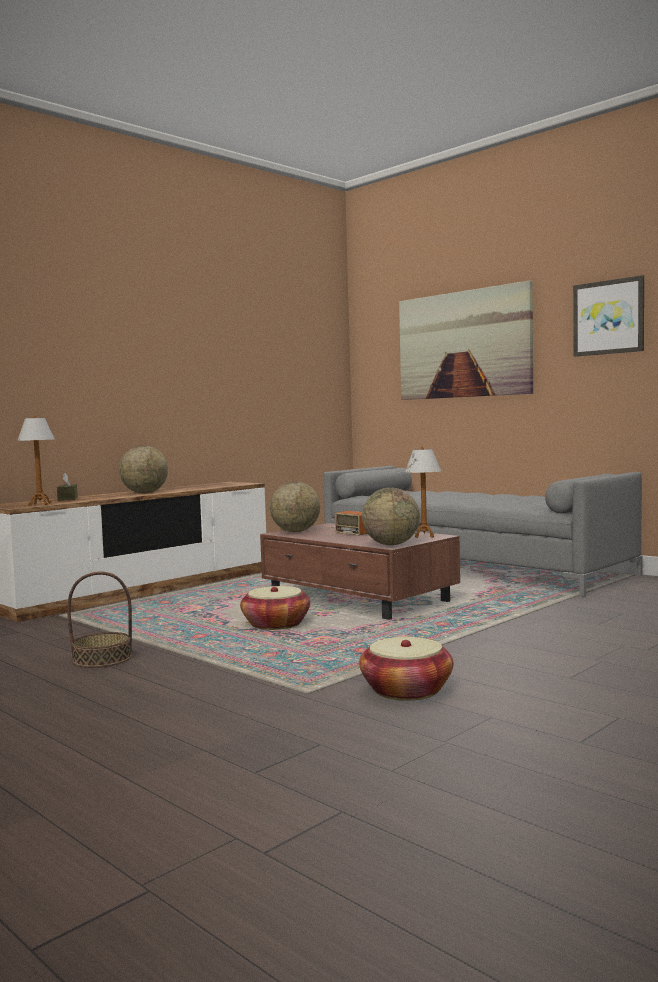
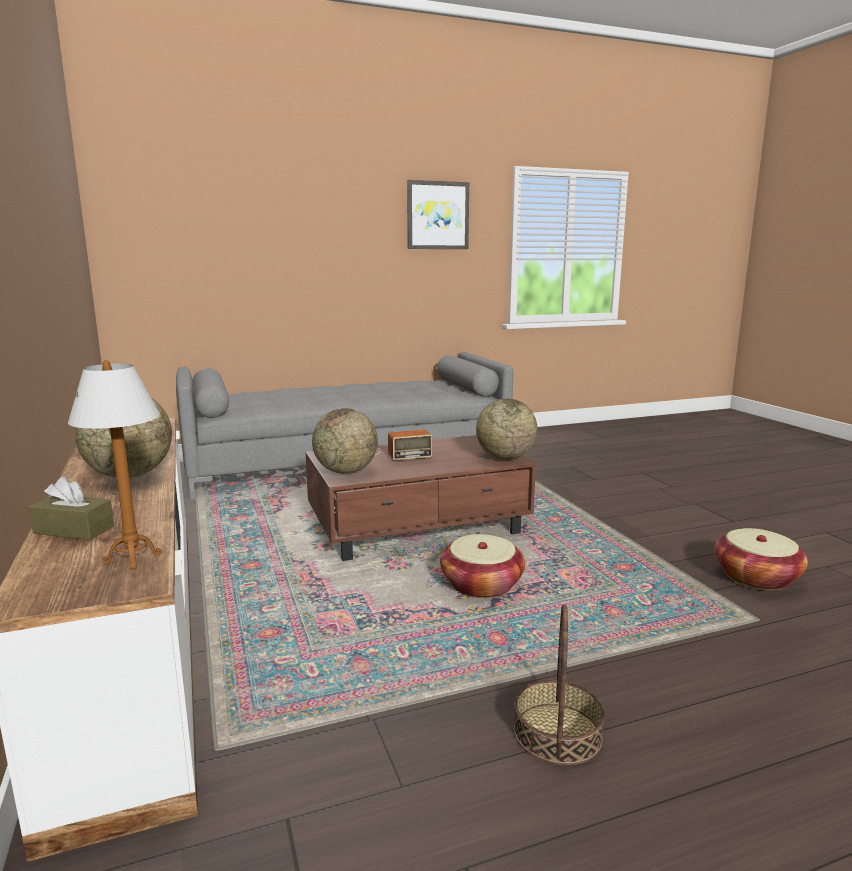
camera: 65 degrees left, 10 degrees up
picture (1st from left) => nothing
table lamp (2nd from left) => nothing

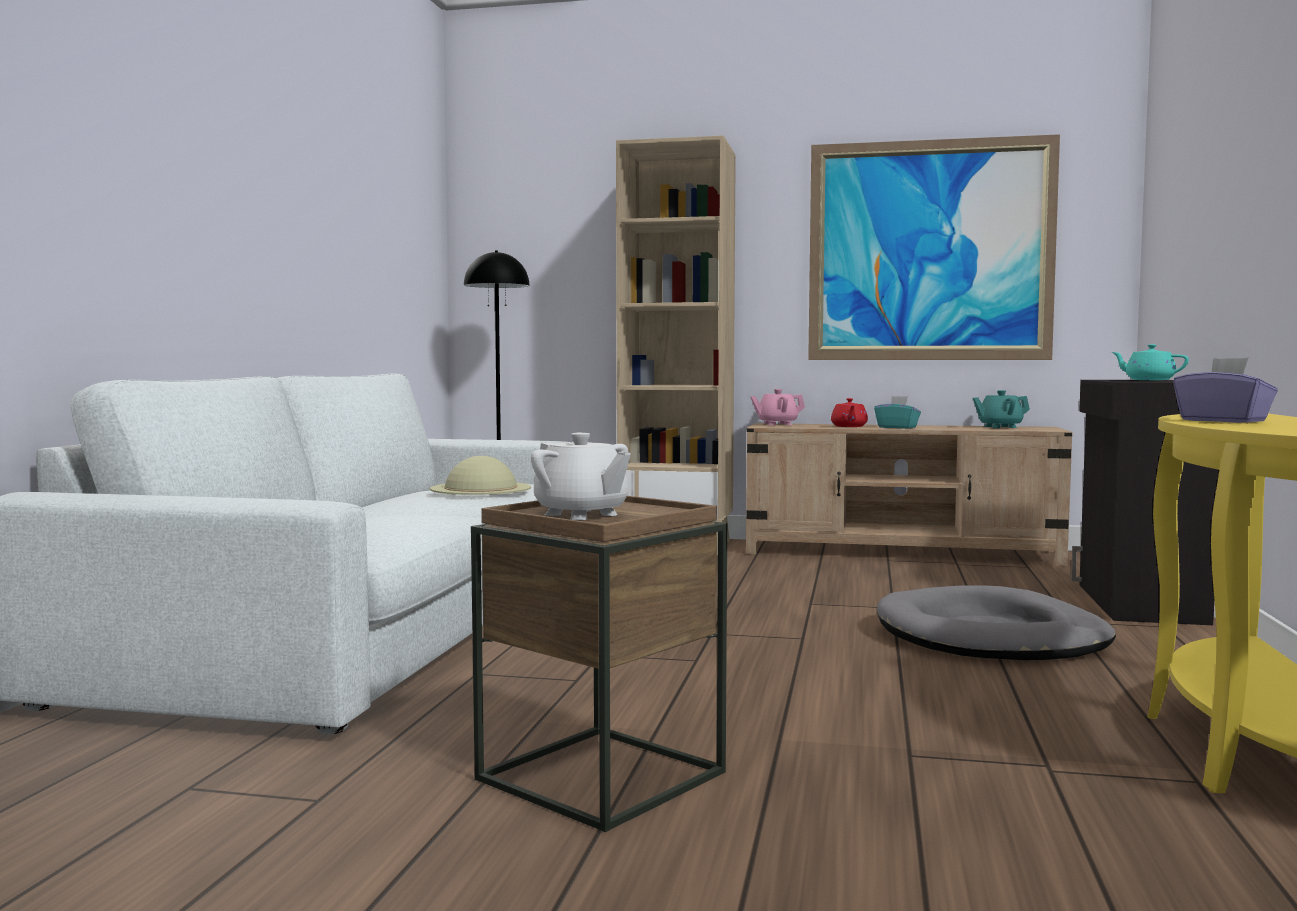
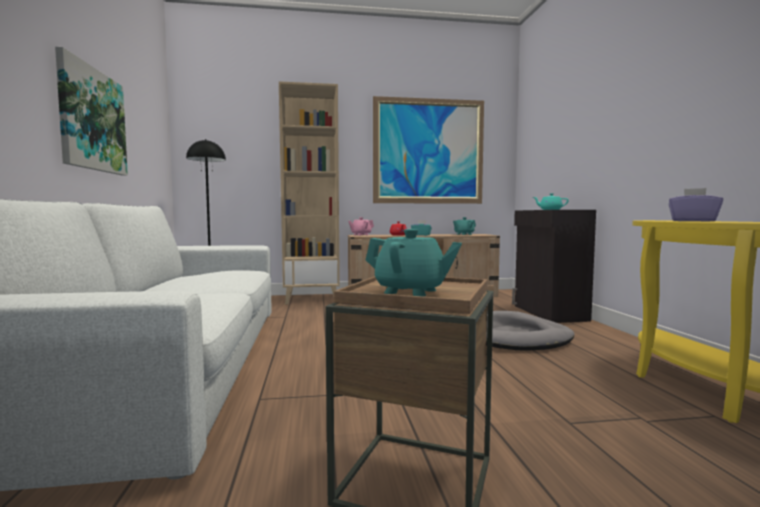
camera: 20 degrees left, 0 degrees up
hat in beige => nothing
teapot in white => teapot in turquoise (1st from left)
nothing => picture (1st from left)

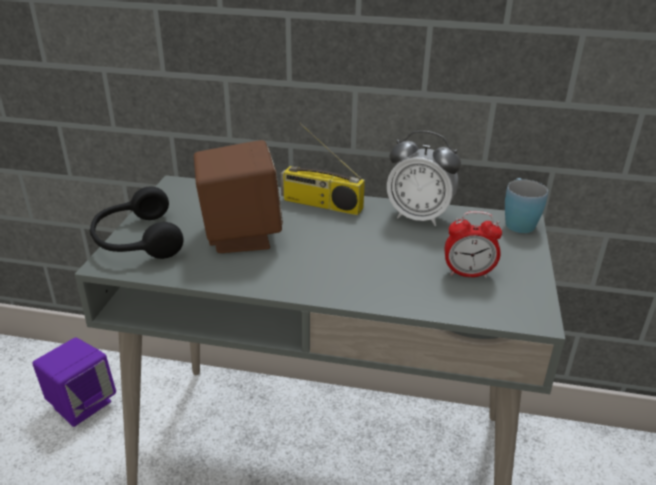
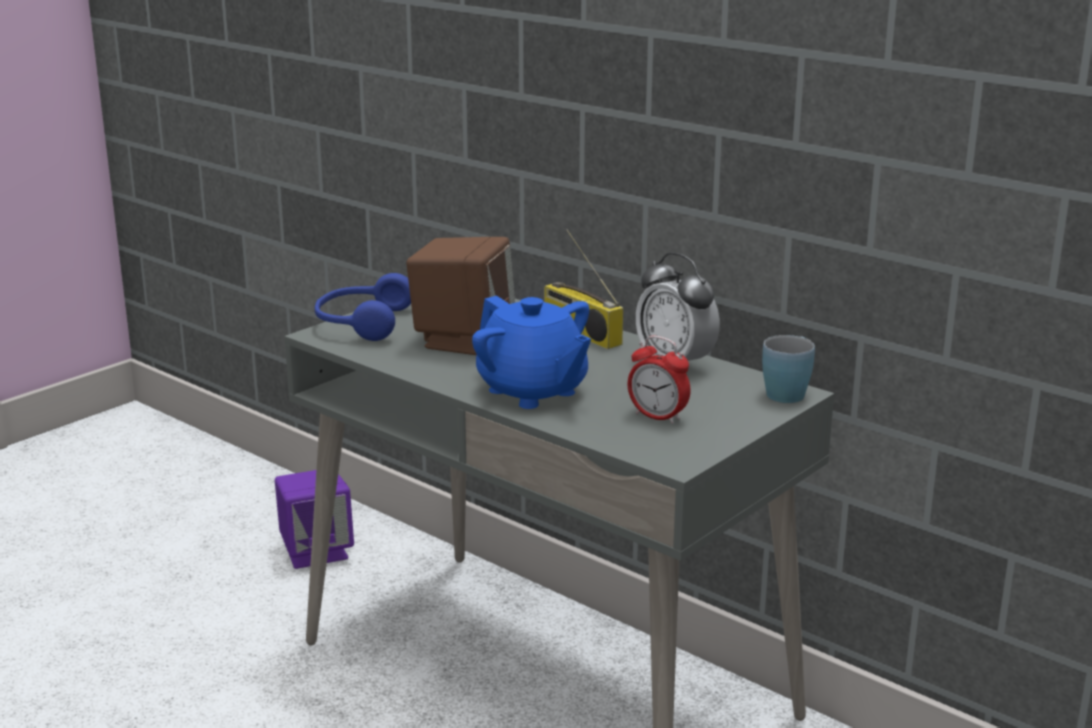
camera: 30 degrees right, 10 degrees down
headphones in black => headphones in blue
nothing => teapot in blue

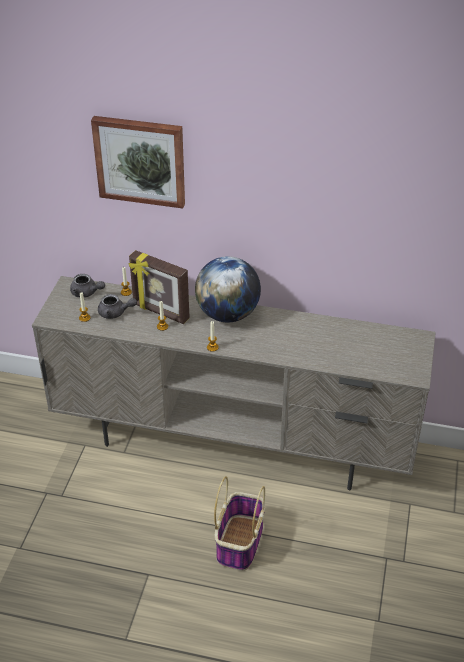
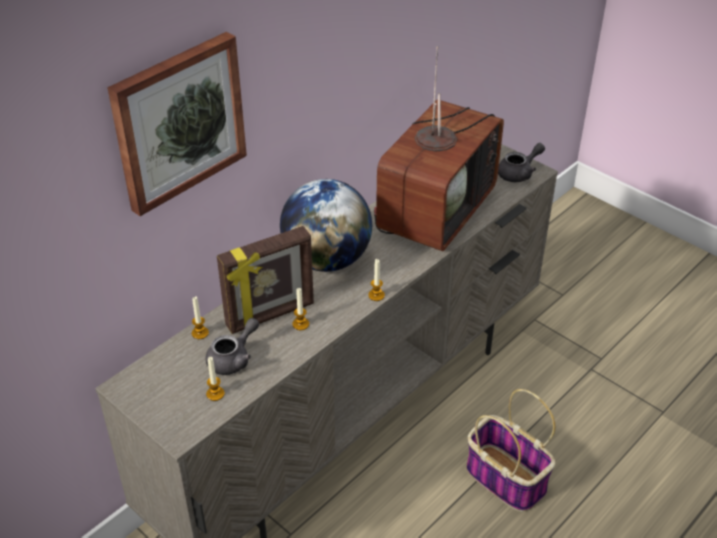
camera: 60 degrees left, 0 degrees up
teapot in grey (1st from left in the first image) => teapot in grey (2nd from left), move
nothing => television

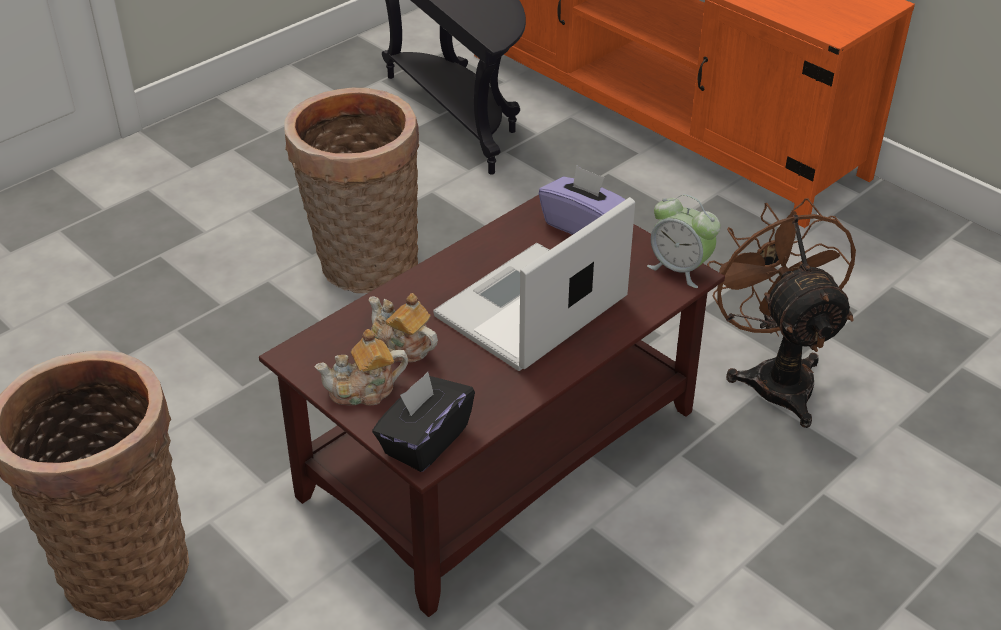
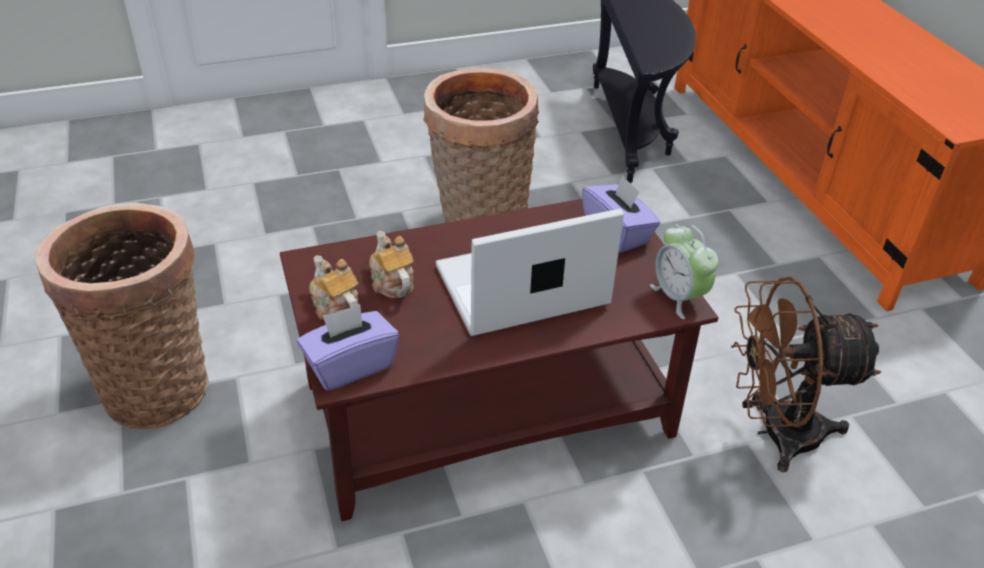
camera: 25 degrees right, 0 degrees up
teapot (1st from left), 45 degrees clockwise
tissue box in black => tissue box in purple (1st from left)
fan in brown, 105 degrees counterclockwise

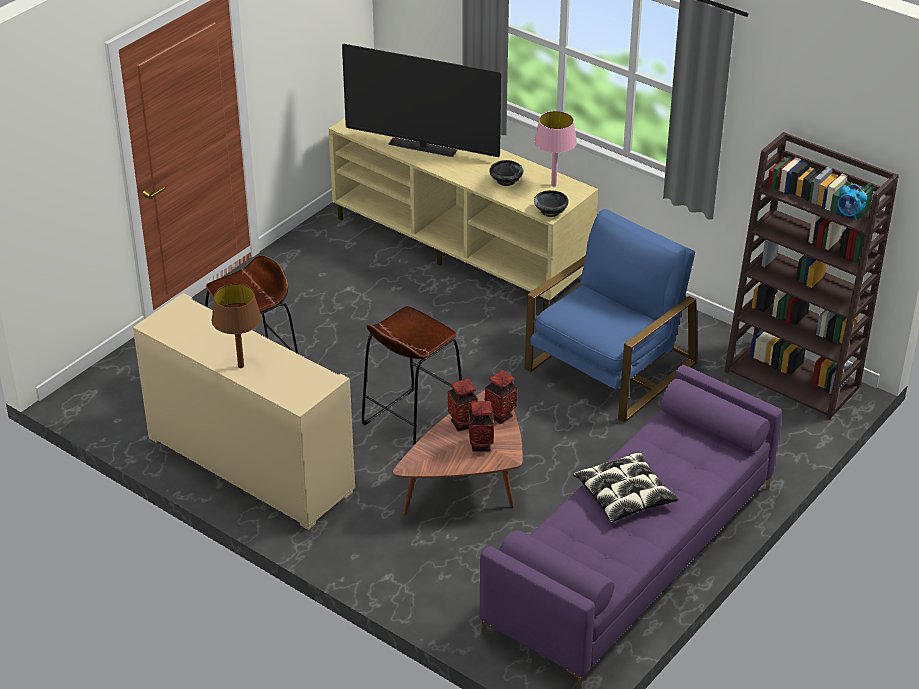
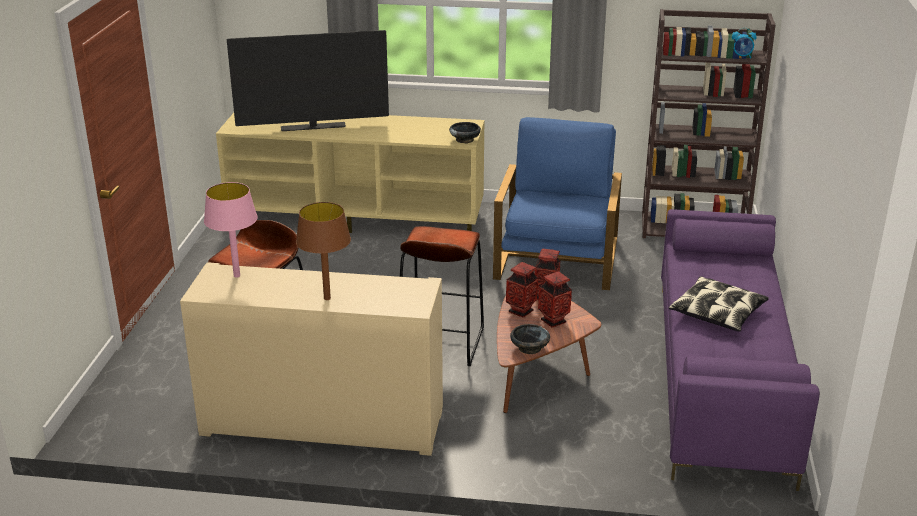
camera: 30 degrees left, 10 degrees down
bowl in black (1st from left in the first image) => bowl in black (2nd from left), move
table lamp in pink, move

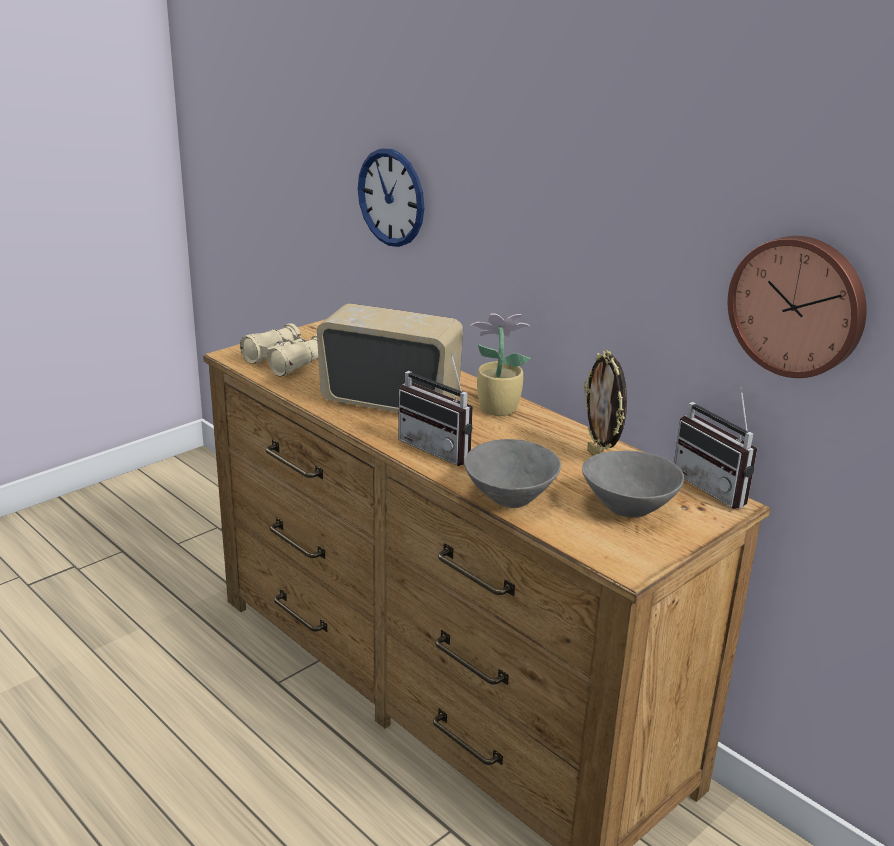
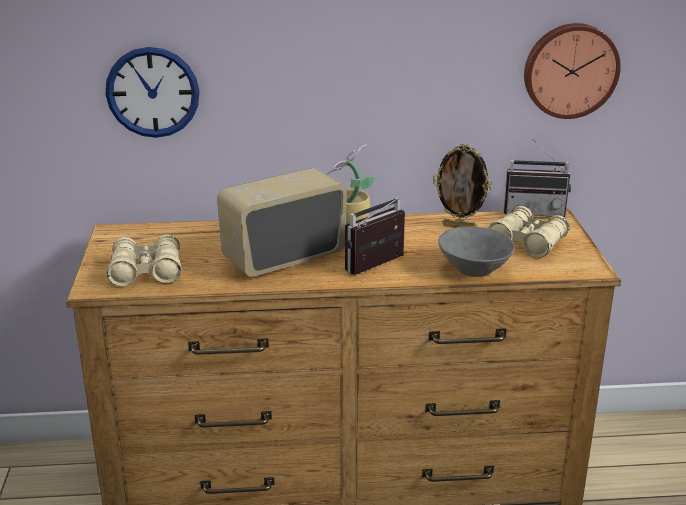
camera: 50 degrees left, 0 degrees up
radio (2nd from left), 150 degrees clockwise
bowl in grey (2nd from left) => binoculars in beige (2nd from left)

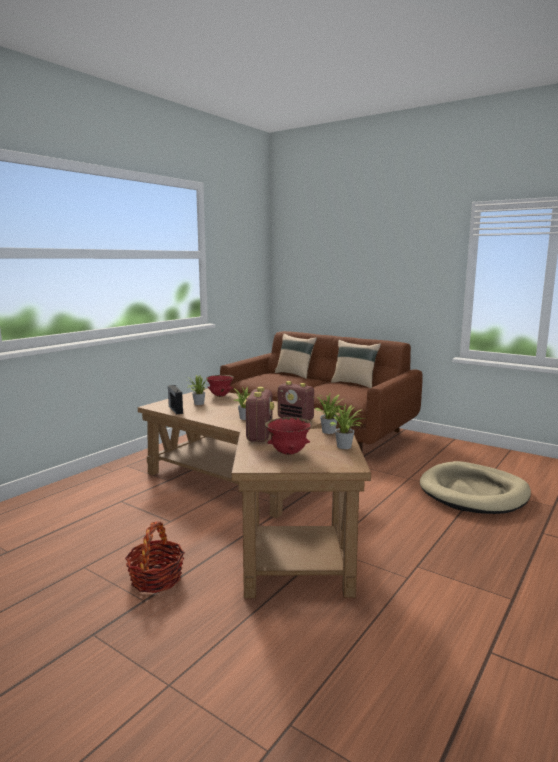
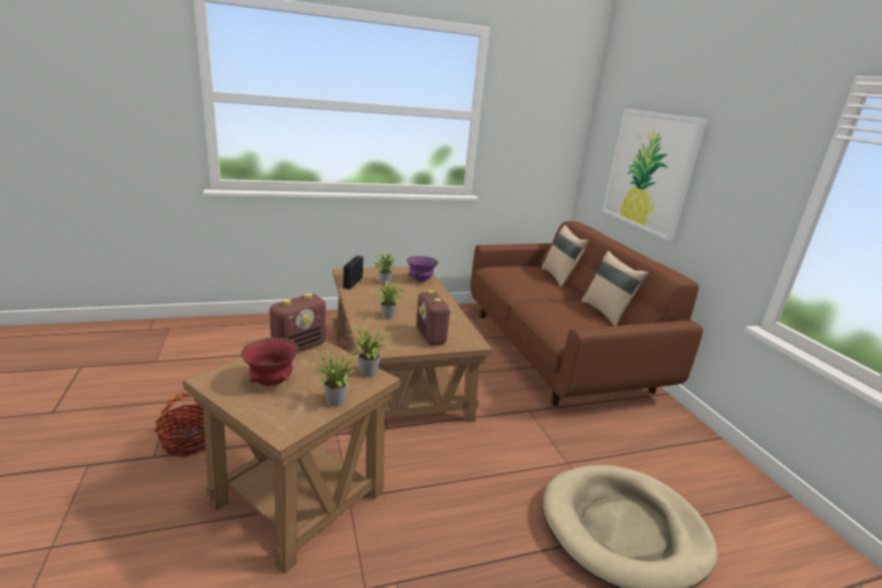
camera: 35 degrees right, 10 degrees up
bowl in red (1st from left) => bowl in purple
nothing => picture

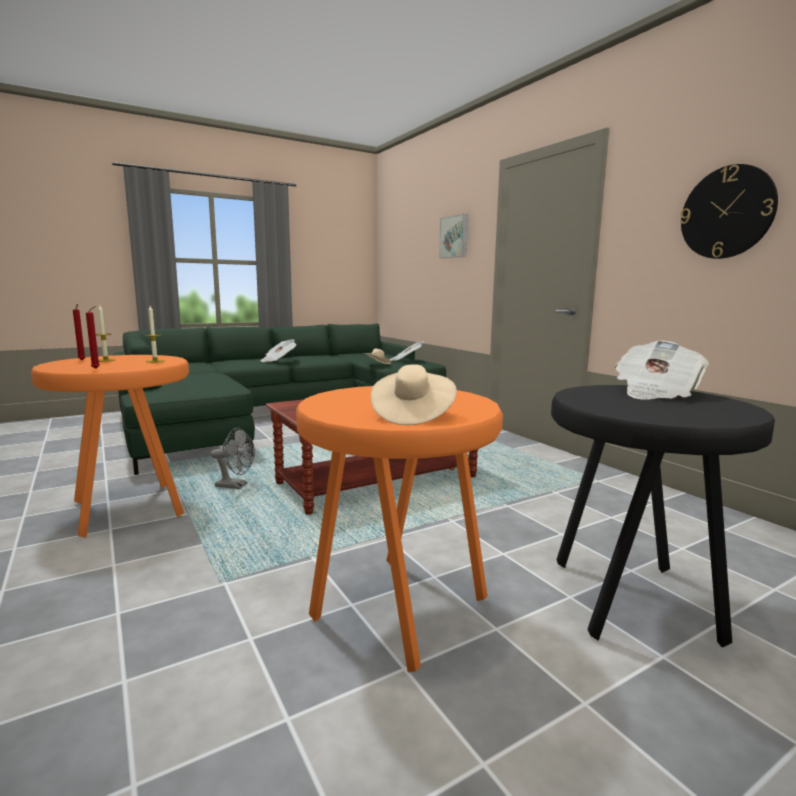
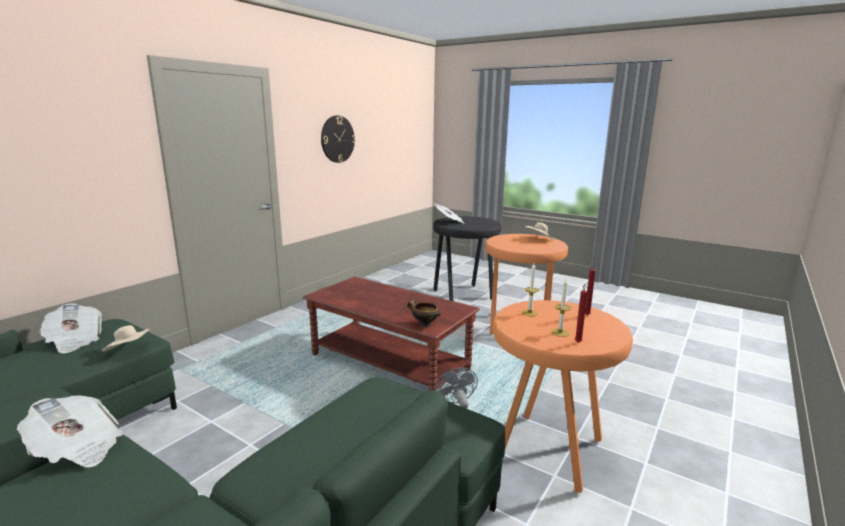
camera: 115 degrees left, 5 degrees up
picture => nothing
nothing => bowl

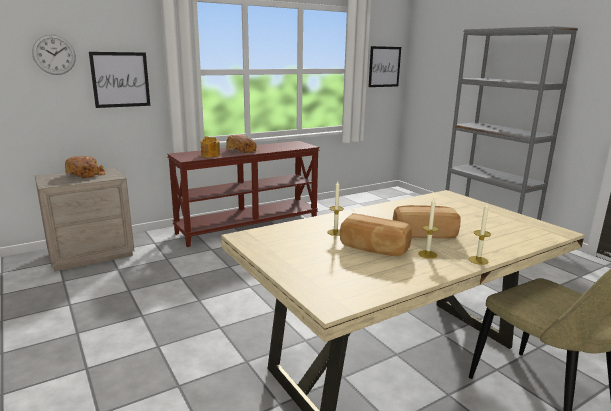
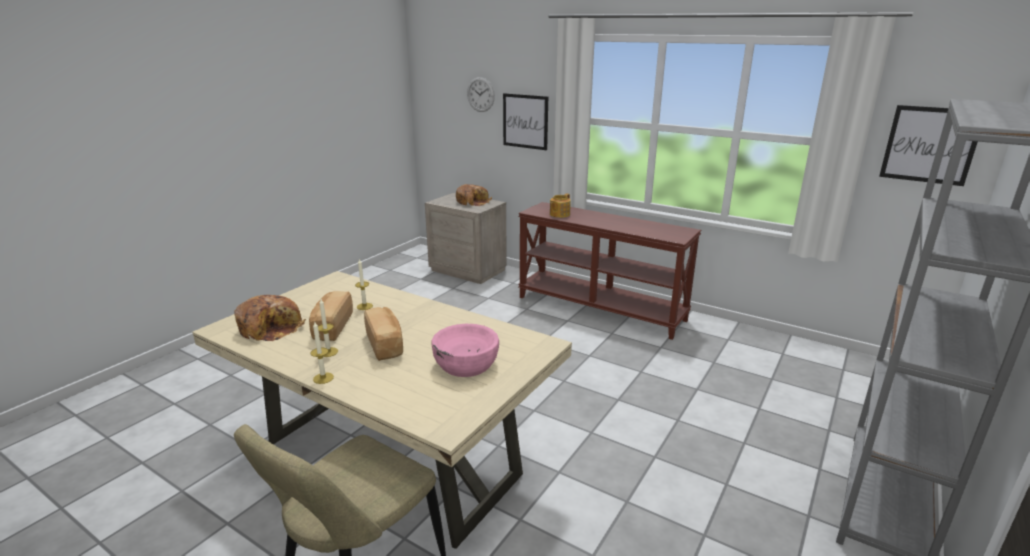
camera: 65 degrees right, 5 degrees up
bread (2nd from left in the first image) => bread (1st from left), move
nothing => bowl in pink

